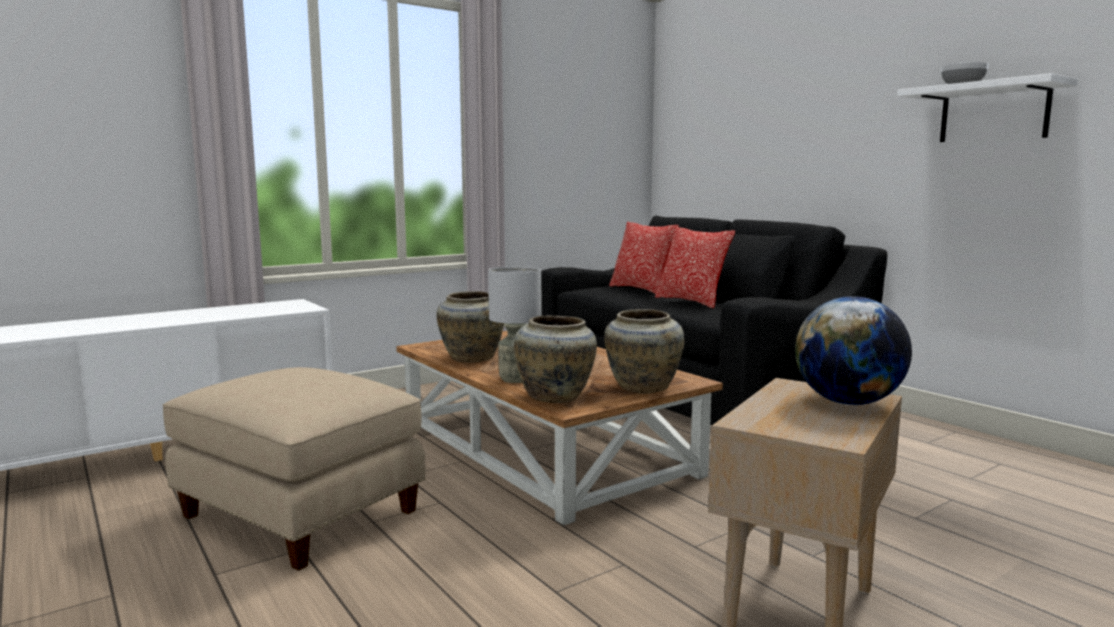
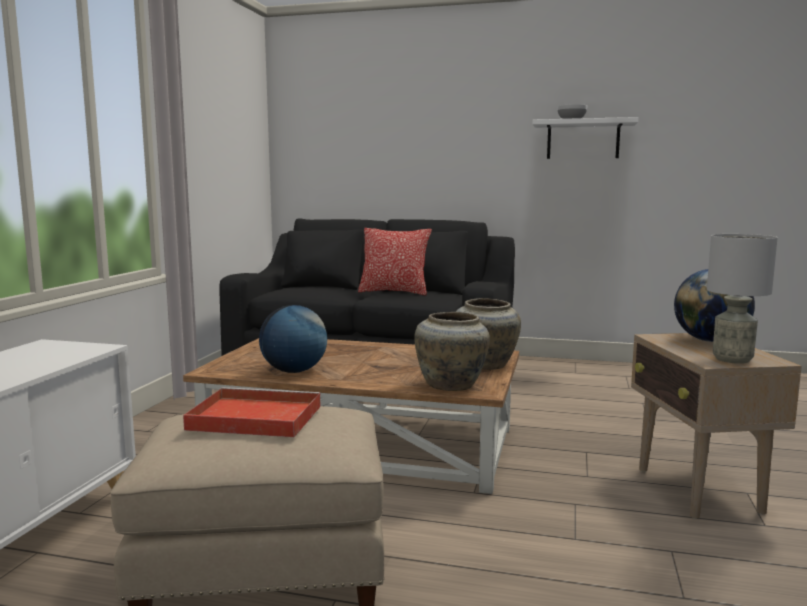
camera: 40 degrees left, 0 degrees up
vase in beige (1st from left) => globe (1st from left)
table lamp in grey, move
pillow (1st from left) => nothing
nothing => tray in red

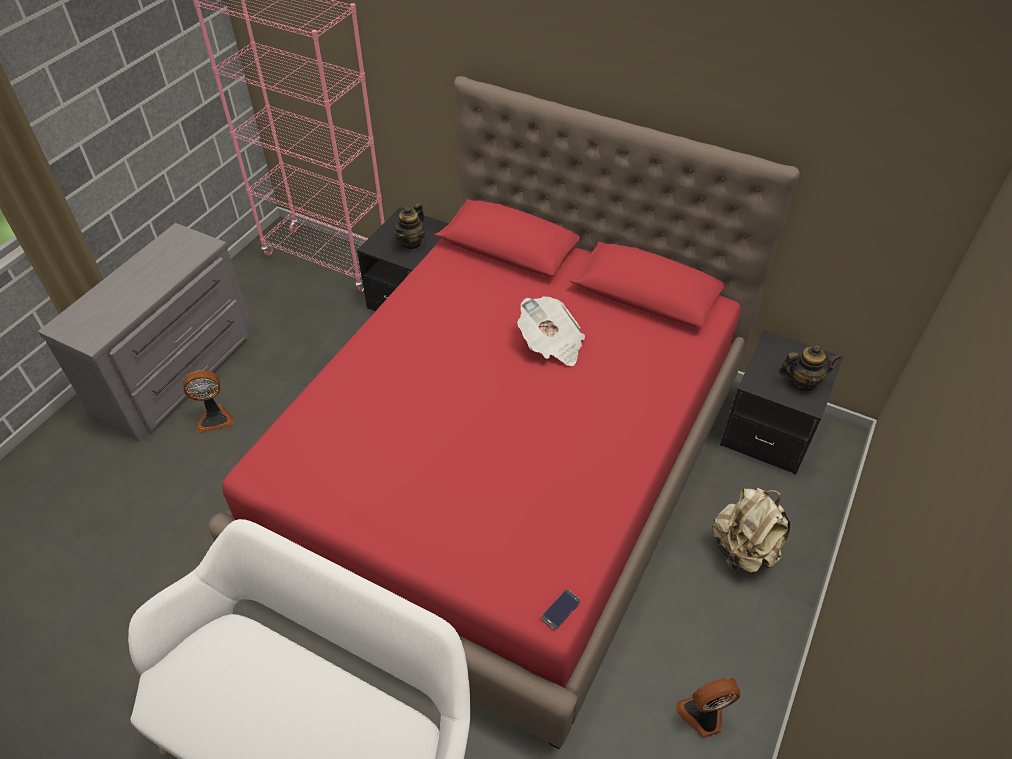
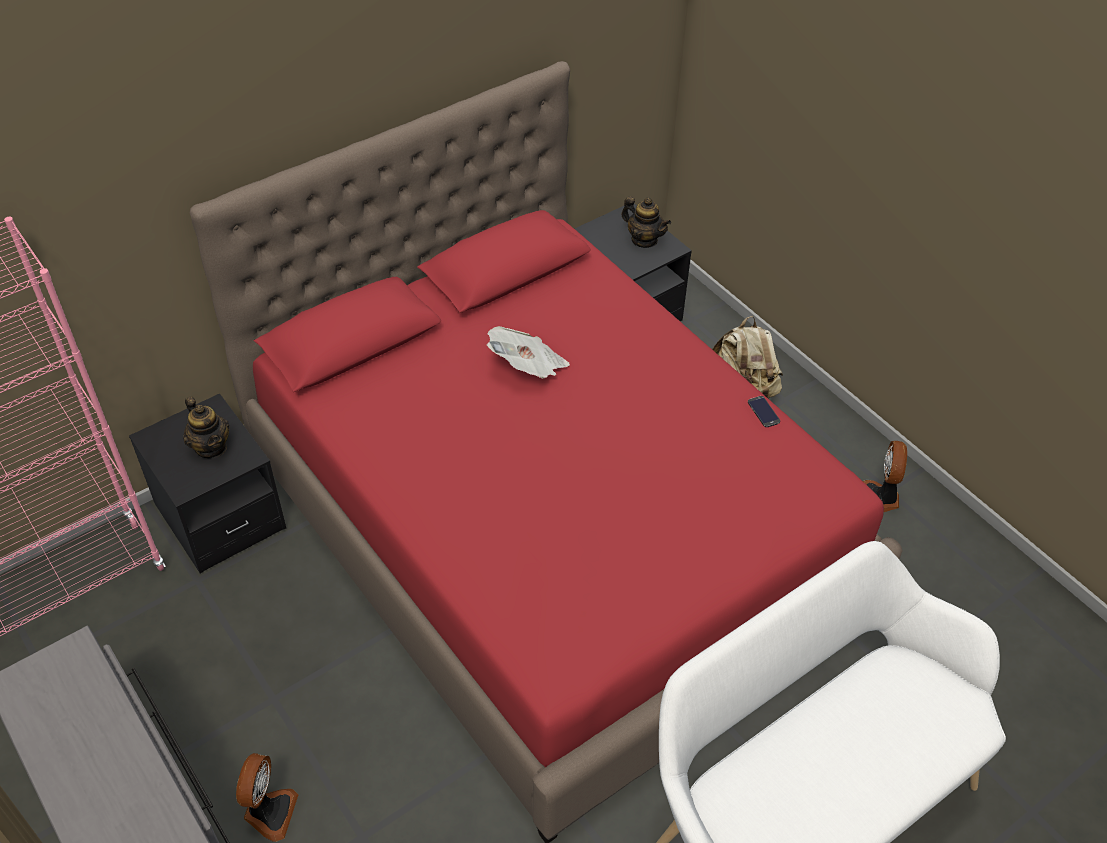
camera: 65 degrees left, 0 degrees up
phone, move
teapot (2nd from left), 105 degrees clockwise

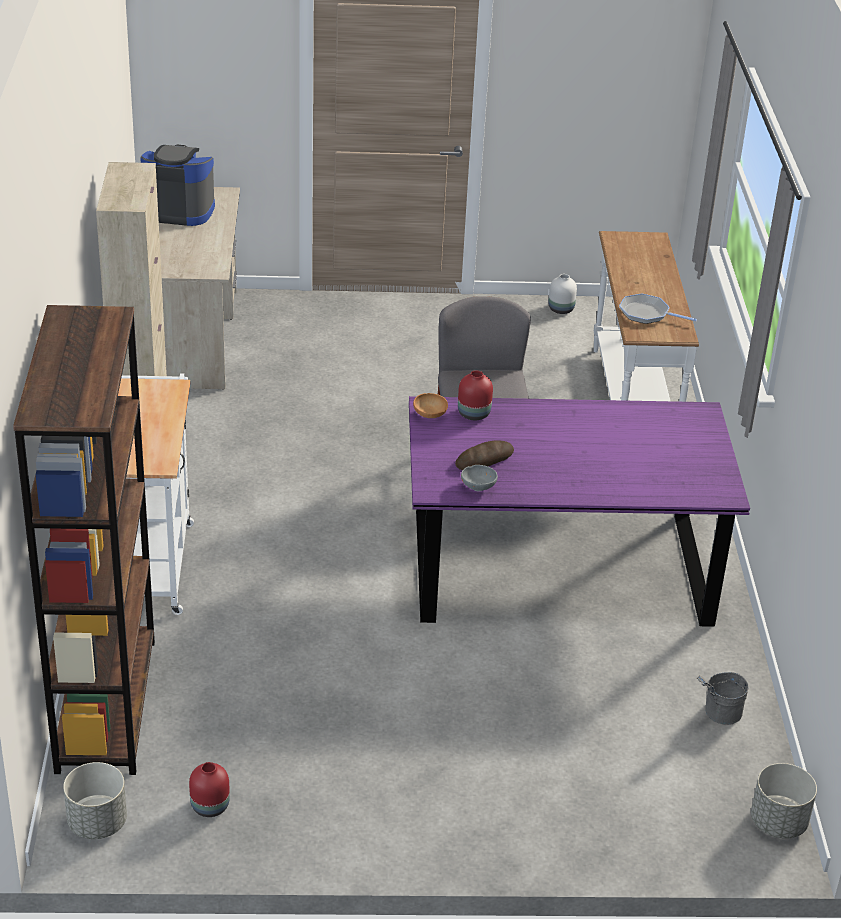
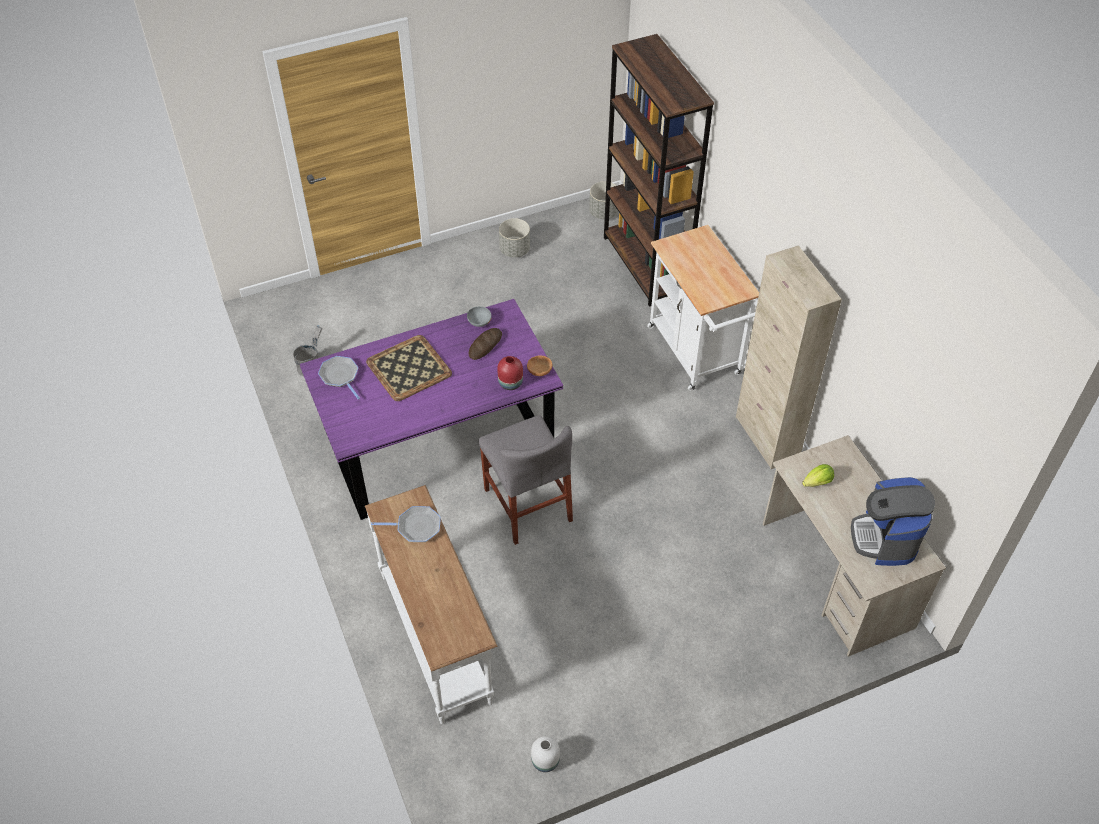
camera: 160 degrees right, 15 degrees up
coffee machine, 105 degrees clockwise
vase in red (1st from left) => nothing
planter in grey (2nd from left in the first image) => planter in grey (1st from left), move
nothing => frying pan (1st from left)
nothing => tray
nothing => lettuce

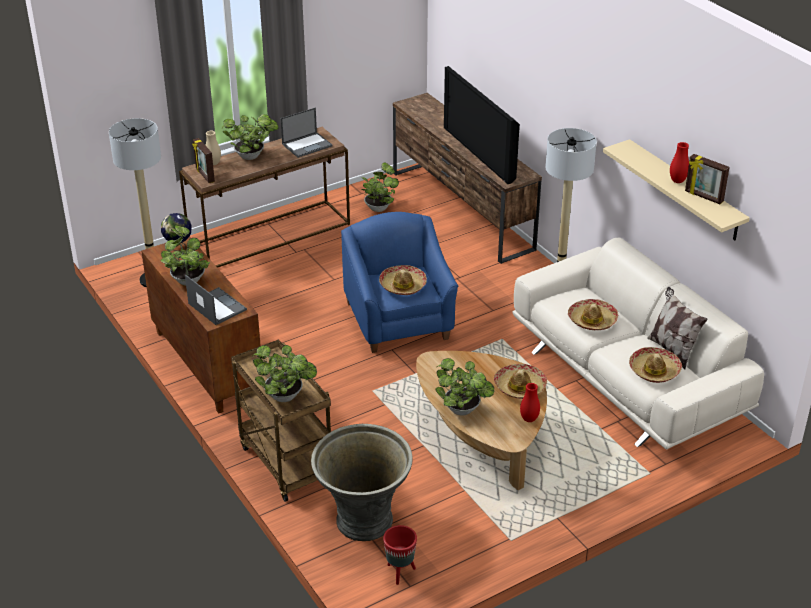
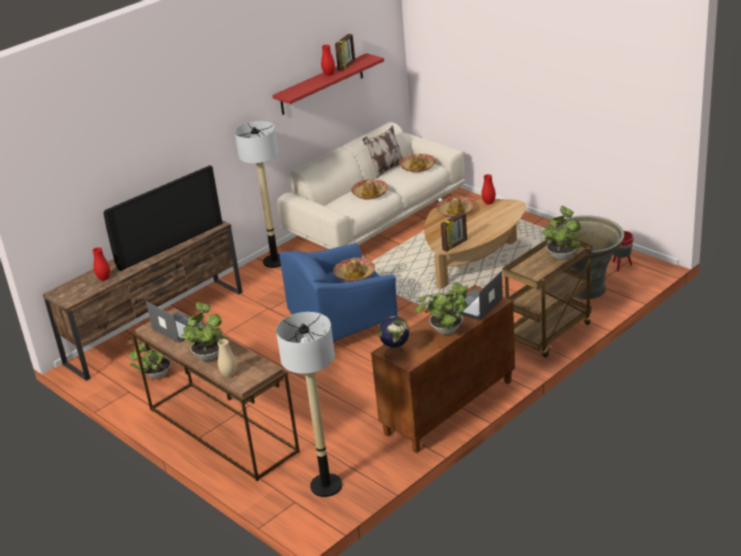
camera: 100 degrees left, 5 degrees down
picture frame (1st from left in the first image) => picture frame (2nd from left), move
potted plant (5th from left) => nothing
shelf in beige => shelf in red
nothing => vase in red (1st from left)

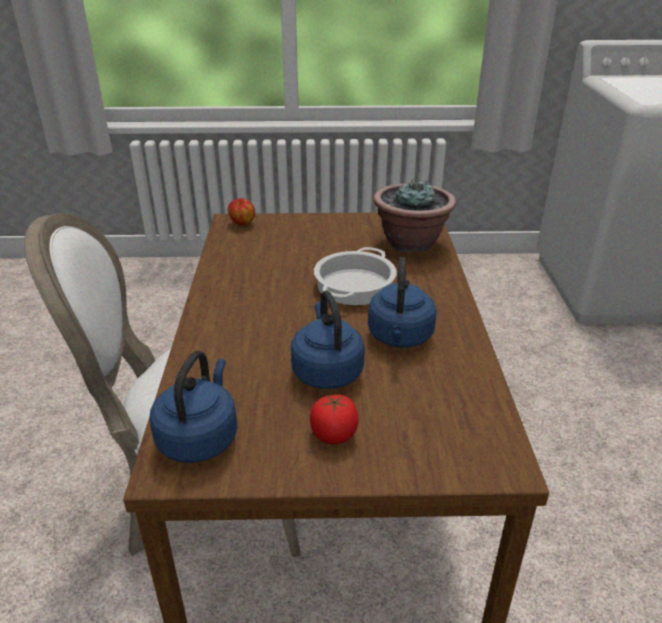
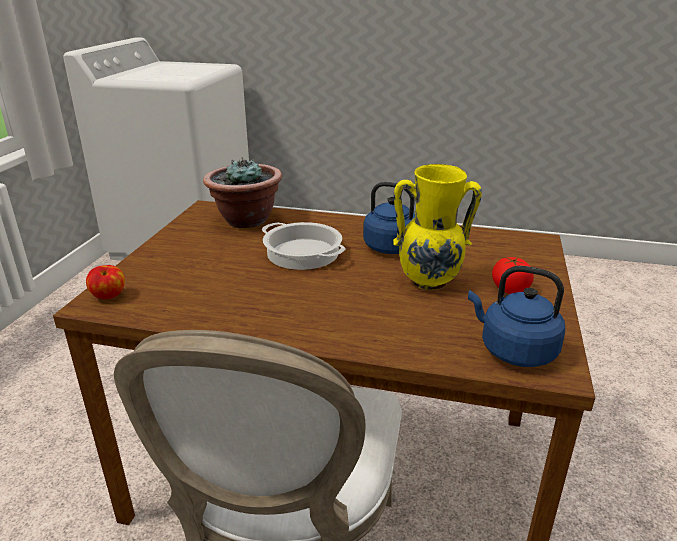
camera: 75 degrees left, 5 degrees down
kettle in blue (2nd from left) => vase in yellow

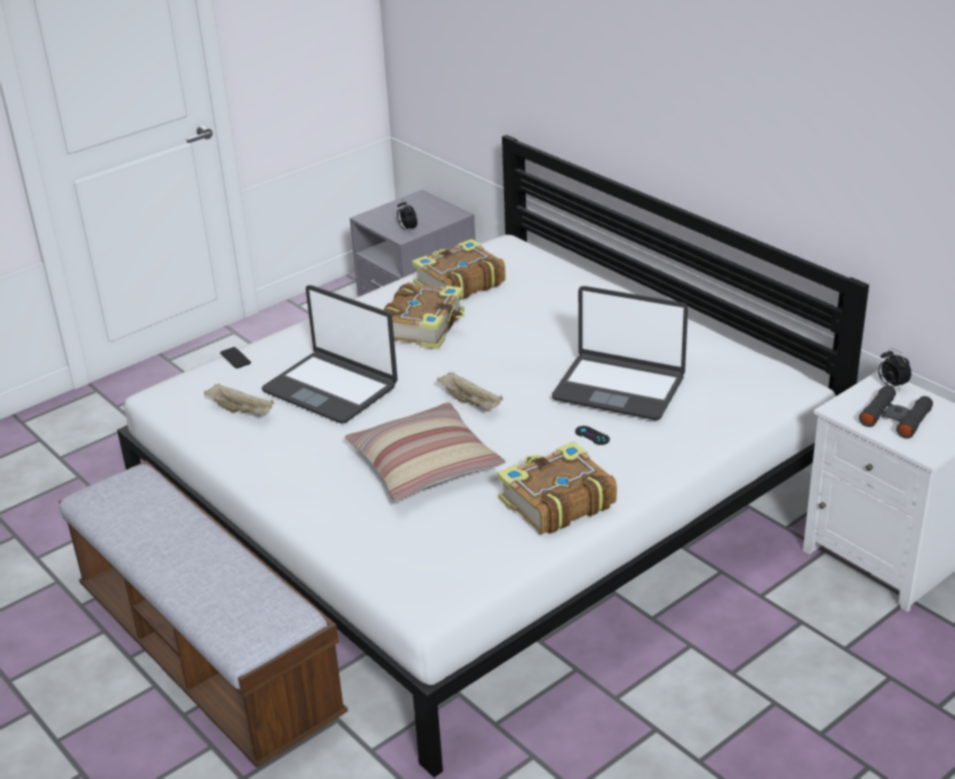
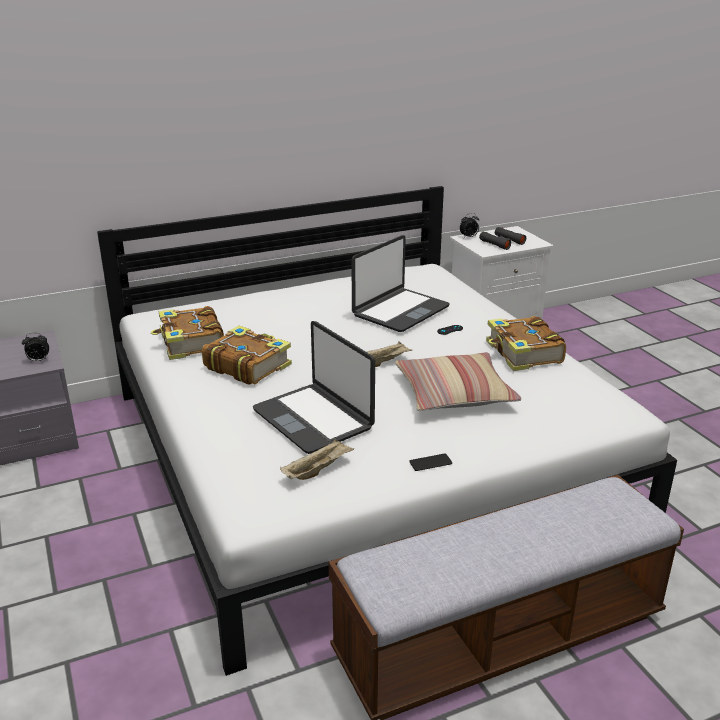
camera: 75 degrees left, 5 degrees down
phone, move
laptop (1st from left), 90 degrees clockwise

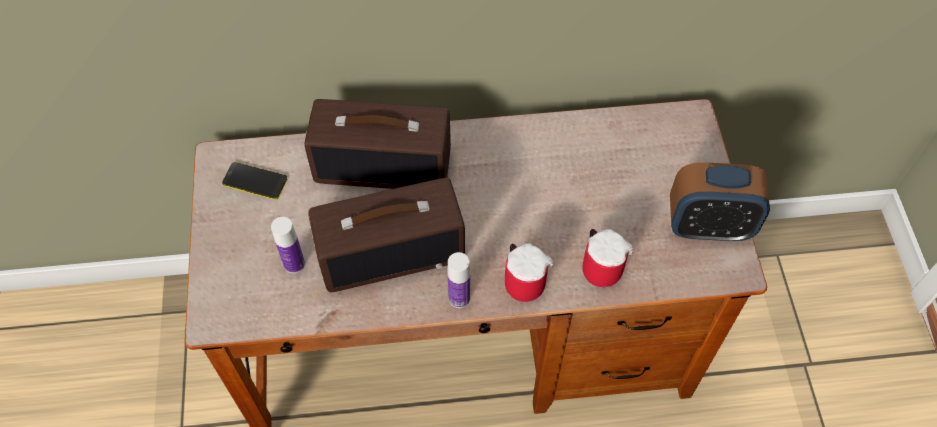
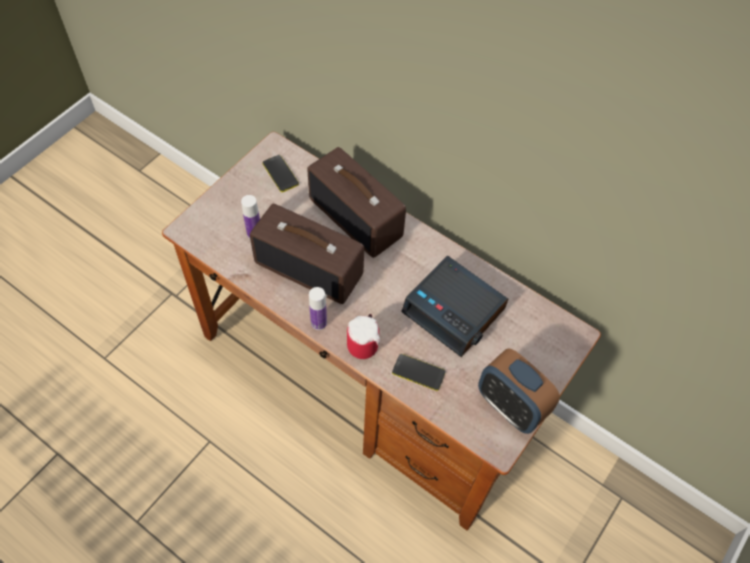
camera: 40 degrees right, 0 degrees up
mug (2nd from left) => phone (2nd from left)
nothing => alarm clock (1st from left)

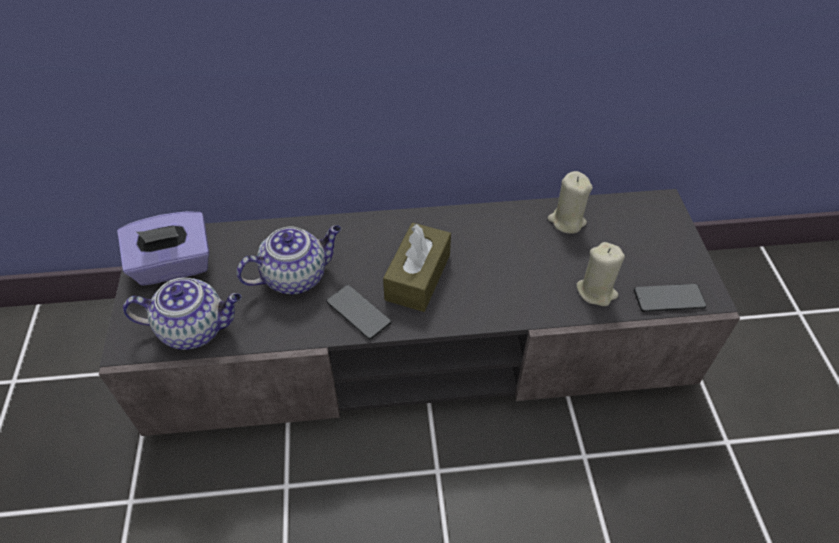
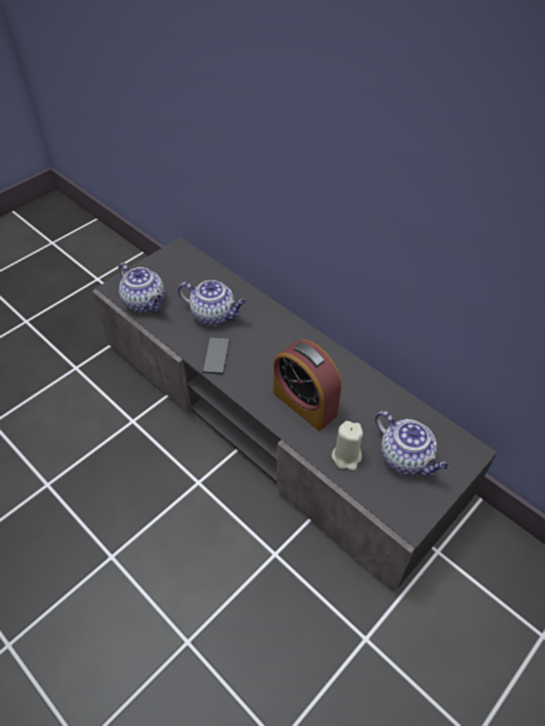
camera: 50 degrees right, 0 degrees up
tissue box in purple => nothing
tissue box in brown => nothing
candle in beige (1st from left) => nothing
phone (2nd from left) => nothing
nothing => alarm clock
nothing => teapot (3rd from left)

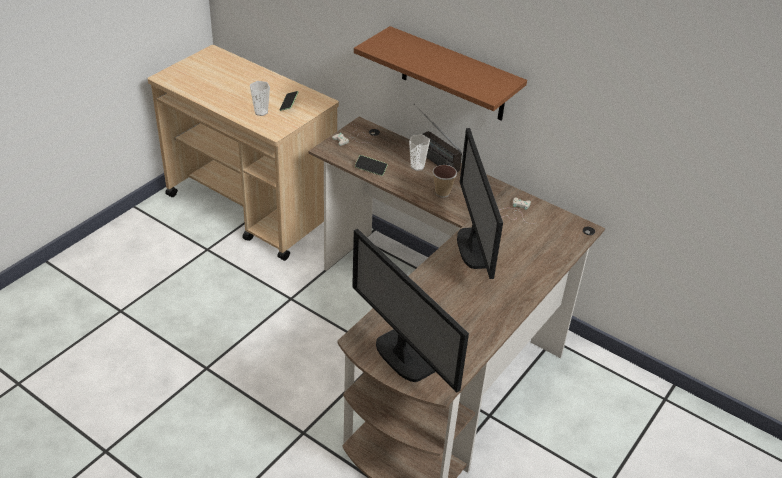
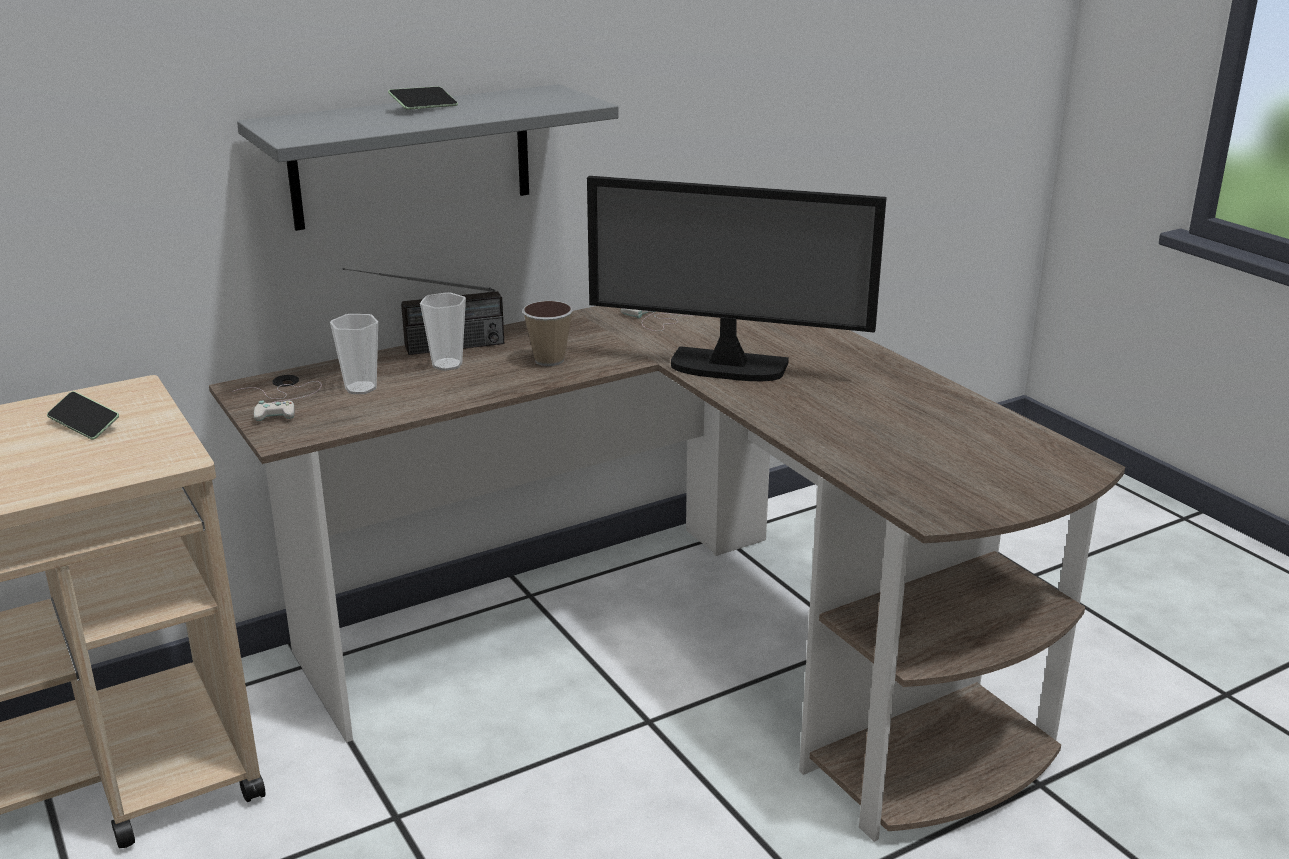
camera: 65 degrees left, 15 degrees down
cup (1st from left), move
monitor (1st from left) => nothing
shelf in brown => shelf in grey
phone (2nd from left), move

